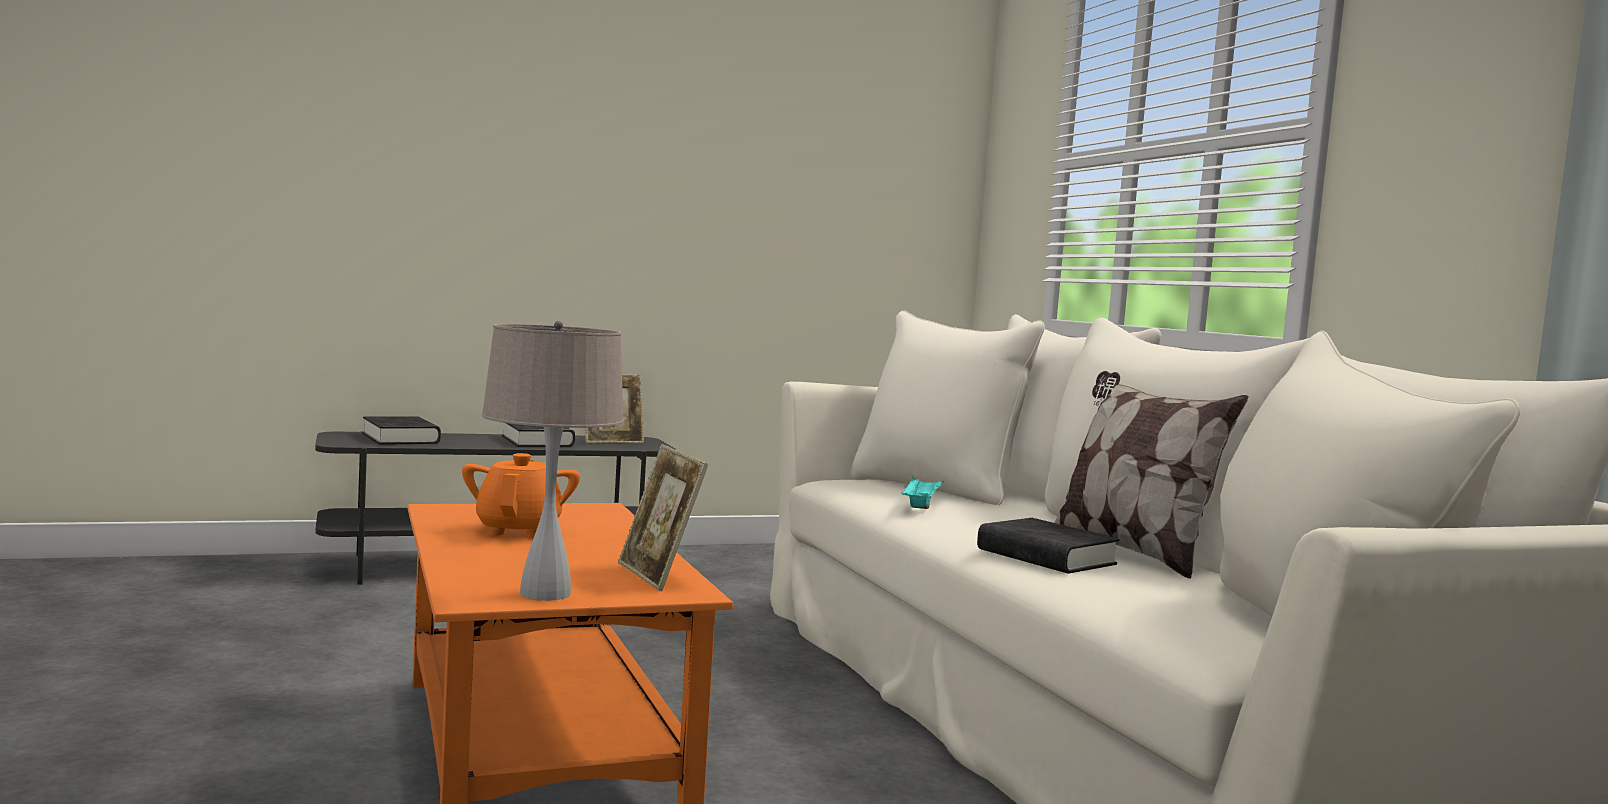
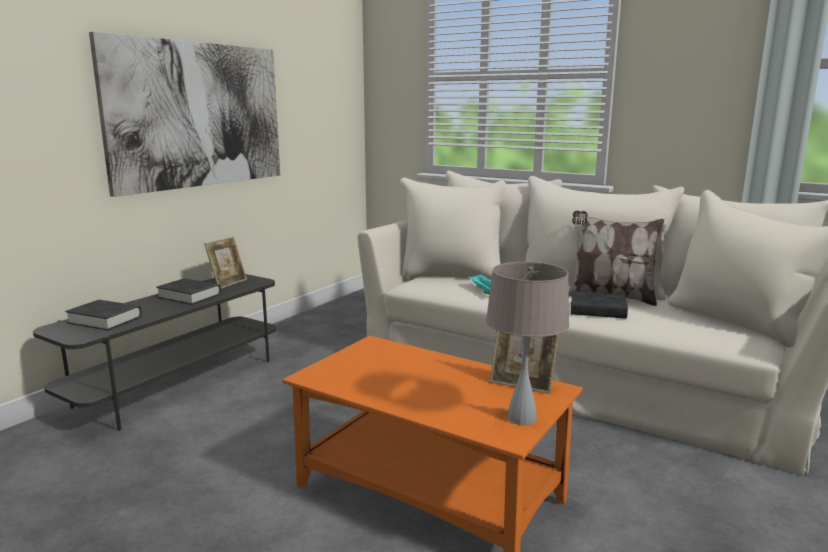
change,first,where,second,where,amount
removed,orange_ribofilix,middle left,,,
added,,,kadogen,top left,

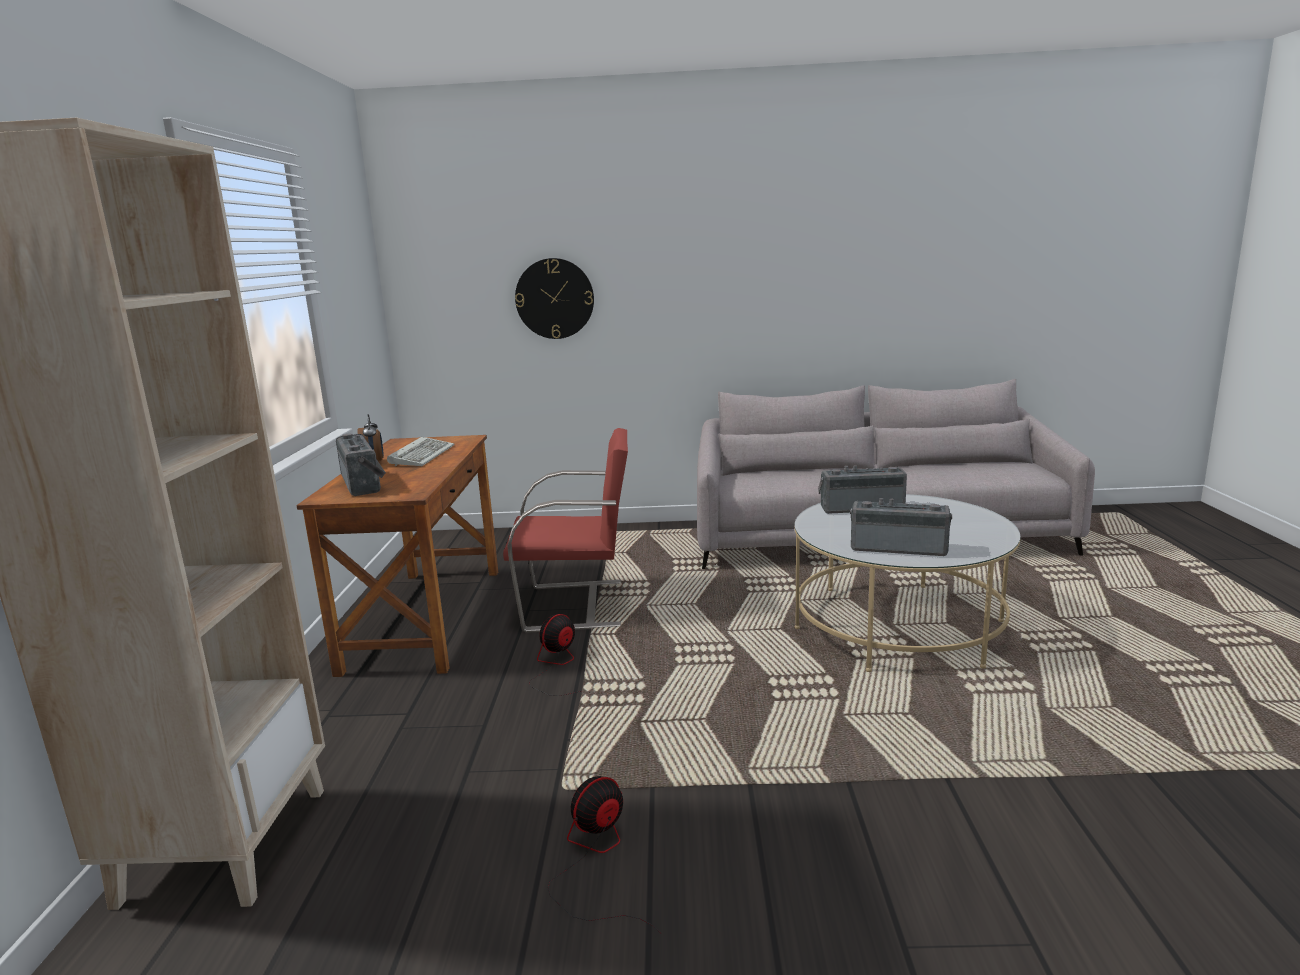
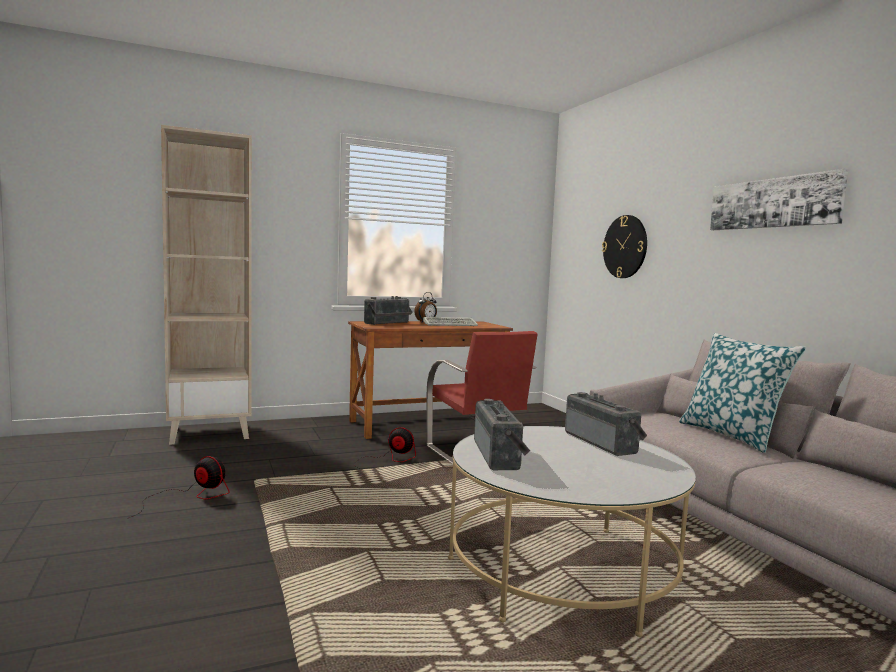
change,first,where,second,where,amount
added,,,kadogen,top right,
added,,,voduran,middle right,

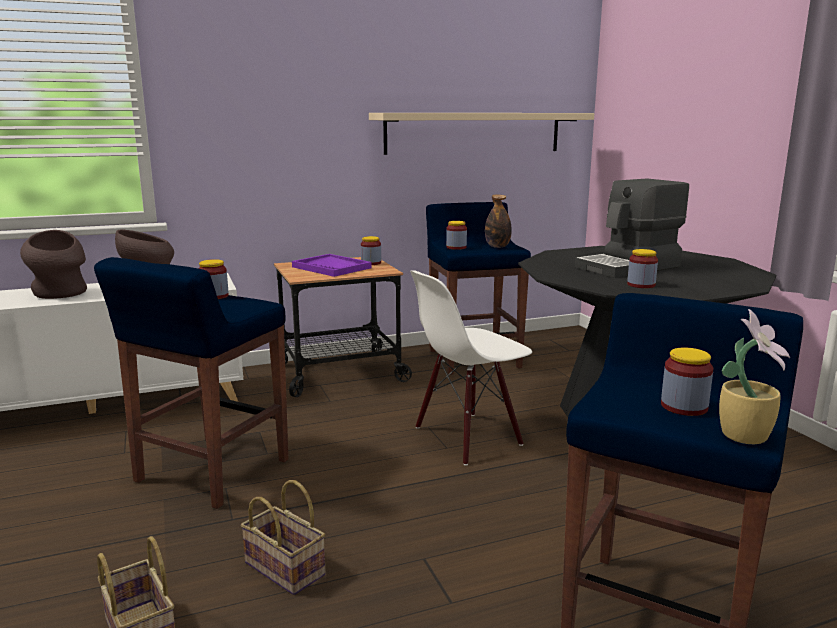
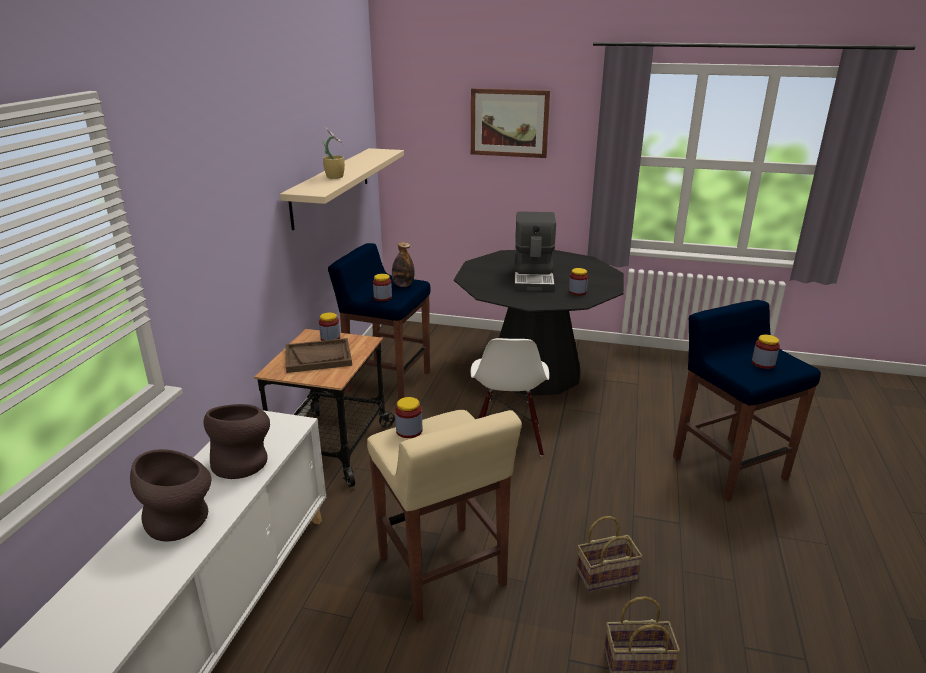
change,first,where,second,where,amount
recoloured,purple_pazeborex,centre,brown_pazeborex,centre,
recoloured,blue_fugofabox (1st from left),middle left,beige_fugofabox,bottom centre,
moved,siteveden,middle right,,top centre,
added,,,kadogen,top centre,

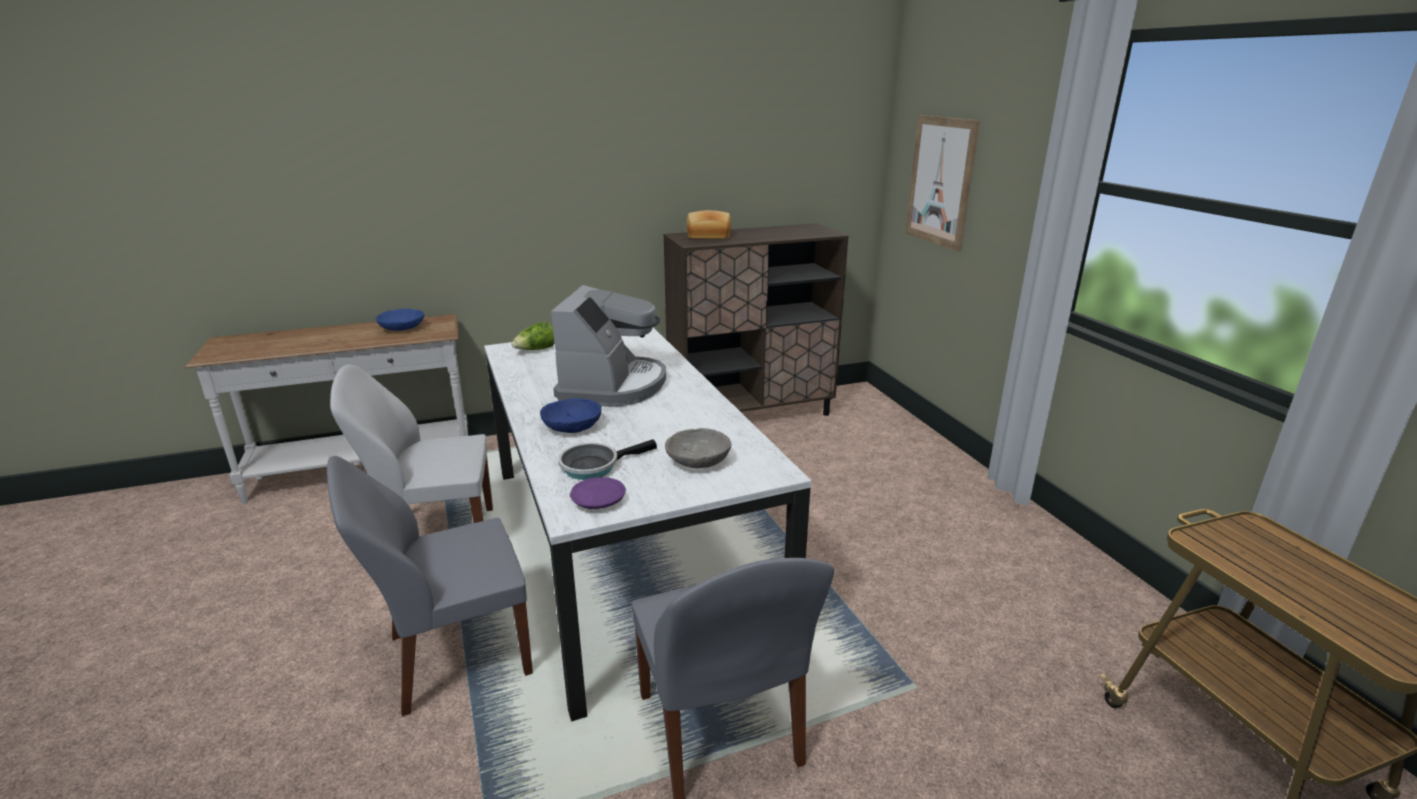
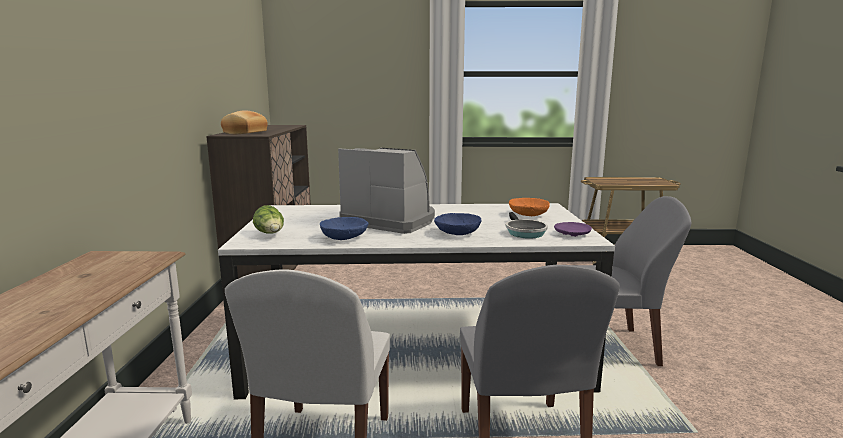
change,first,where,second,where,amount
removed,kadogen,top centre,,,
moved,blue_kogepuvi (1st from left),middle left,,centre,
recoloured,grey_kogepuvi,centre,orange_kogepuvi,centre,

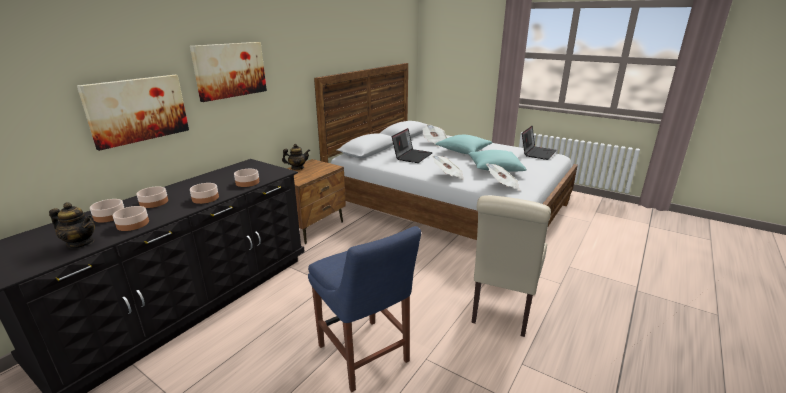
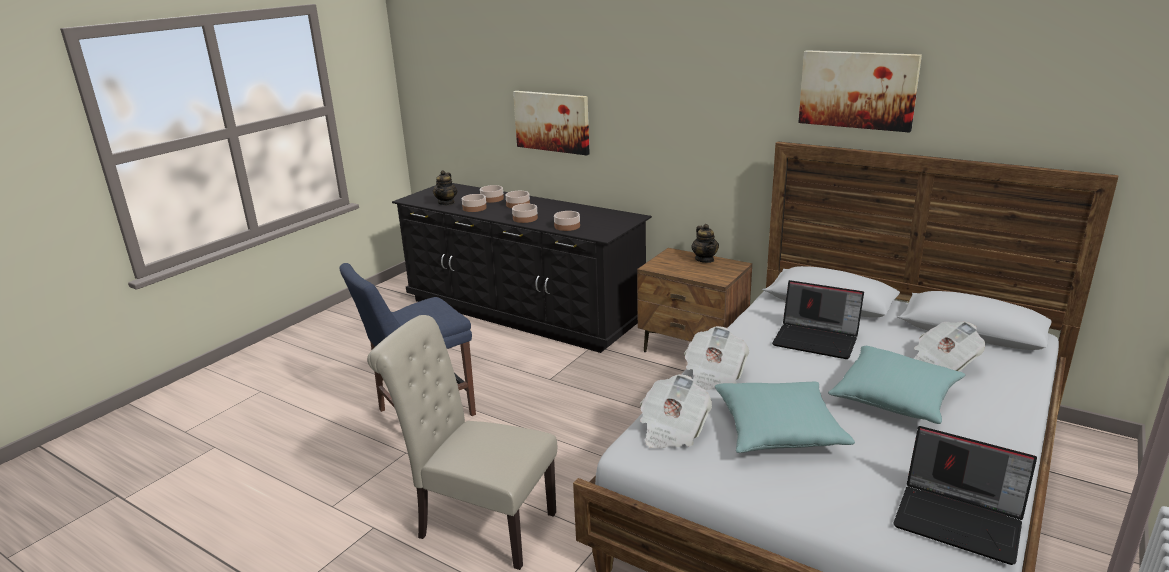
change,first,where,second,where,amount
moved,kadogen (2nd from left),top left,,top right,

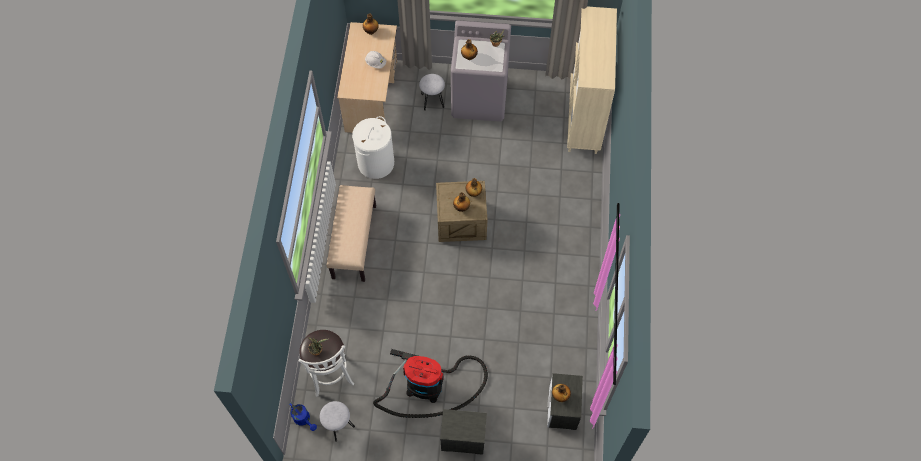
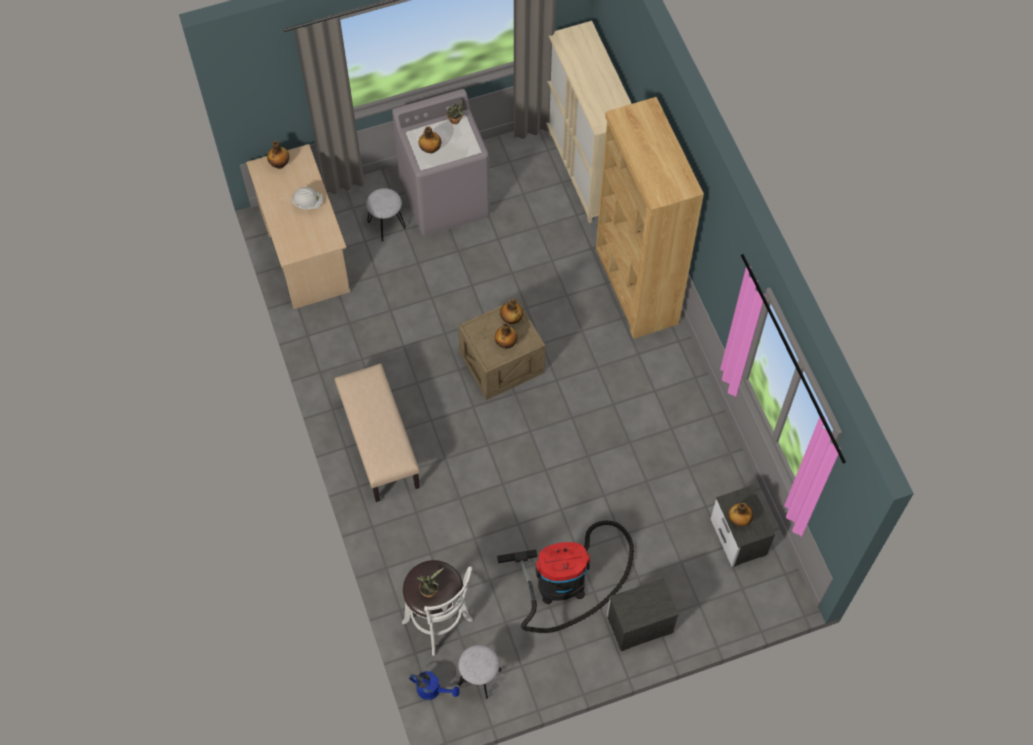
change,first,where,second,where,amount
removed,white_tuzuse,top centre,,,
added,,,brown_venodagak,top centre,

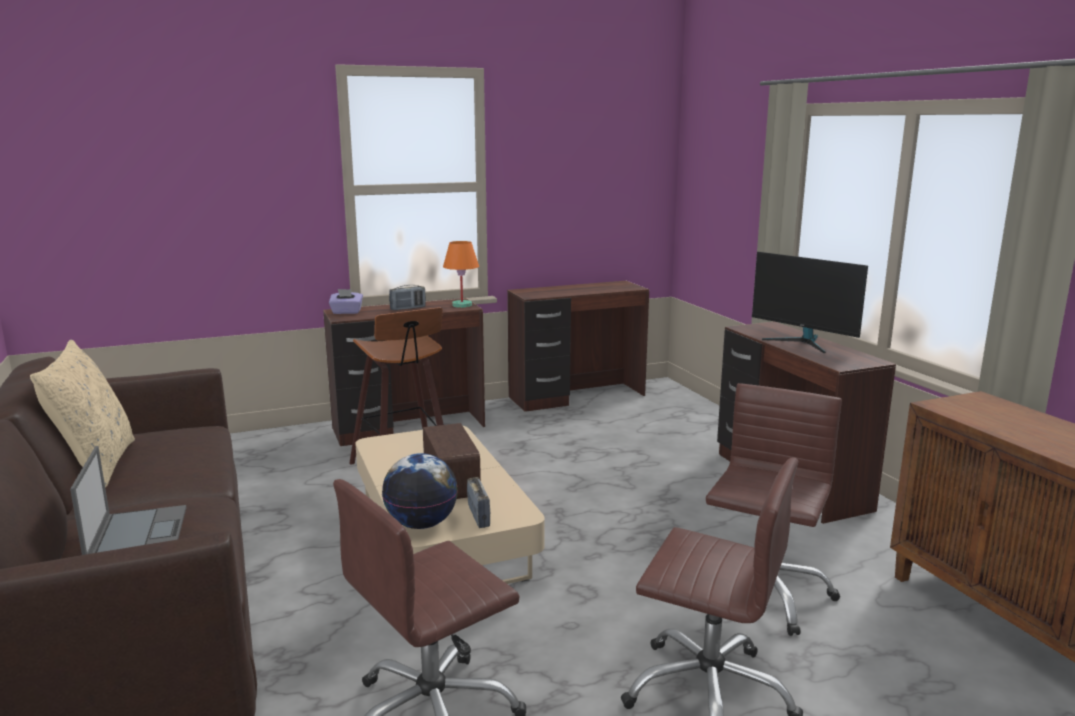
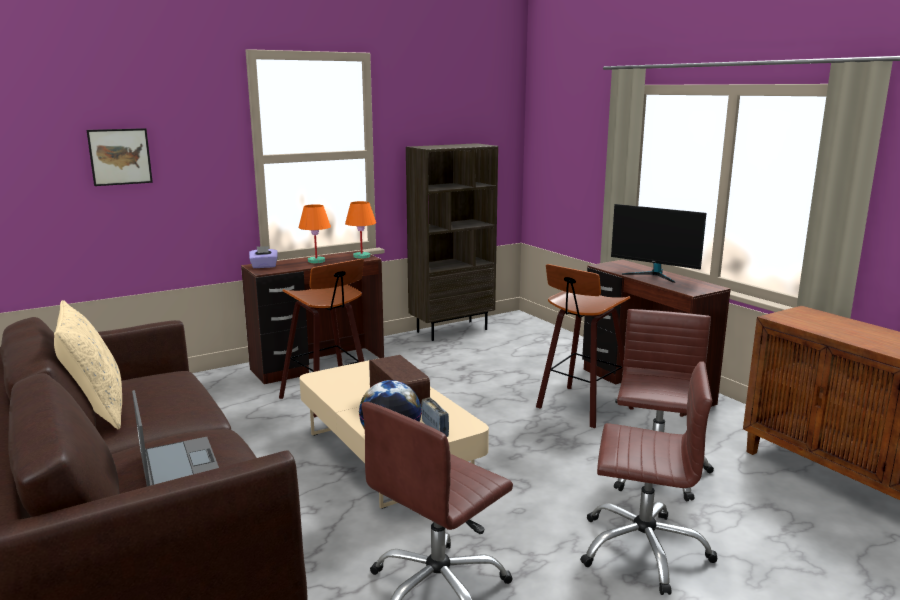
change,first,where,second,where,amount
replaced,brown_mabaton (2nd from left),centre,brown_venodagak,centre,
replaced,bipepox (1st from left),centre,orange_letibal (1st from left),centre,
added,,,kadogen,top left,
added,,,fugofabox (2nd from left),centre,

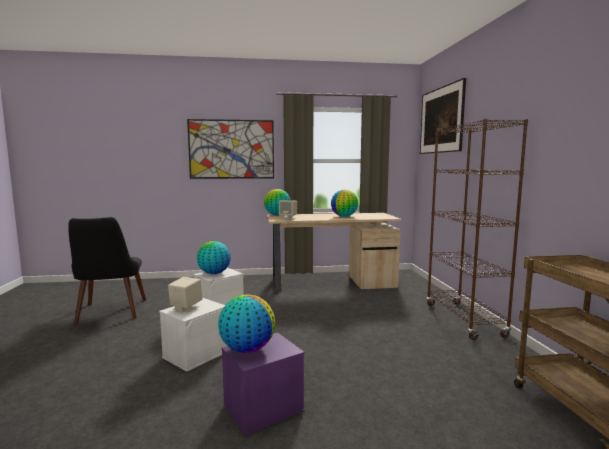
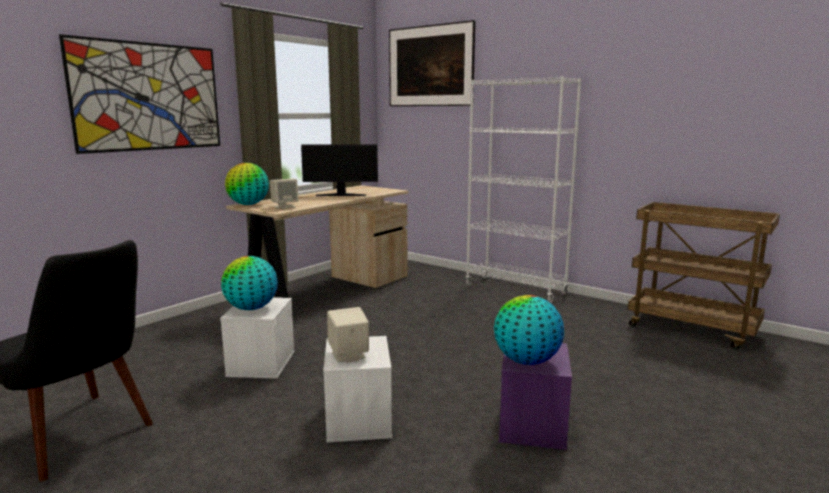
change,first,where,second,where,amount
recoloured,brown_venodagak,middle right,white_venodagak,centre,
replaced,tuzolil (4th from left),centre,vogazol,centre,

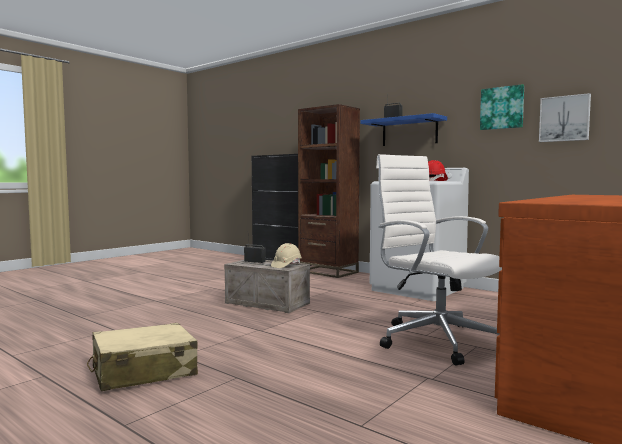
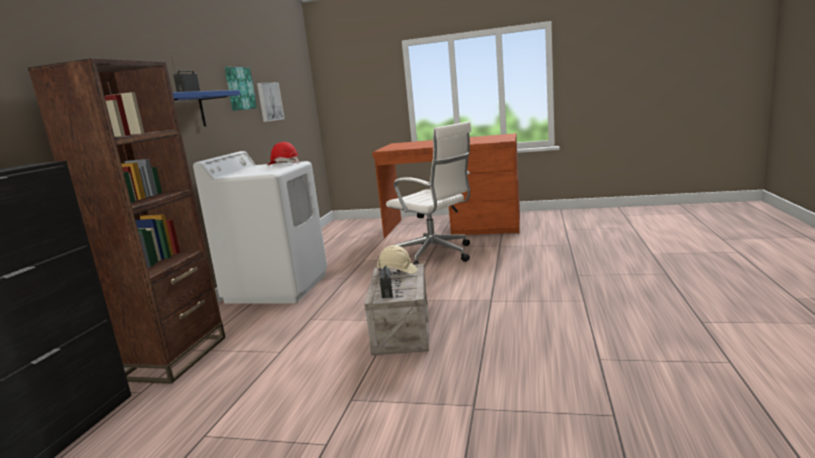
change,first,where,second,where,amount
turned,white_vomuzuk,middle right,,centre,75 degrees counterclockwise
removed,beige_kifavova,bottom left,,,

